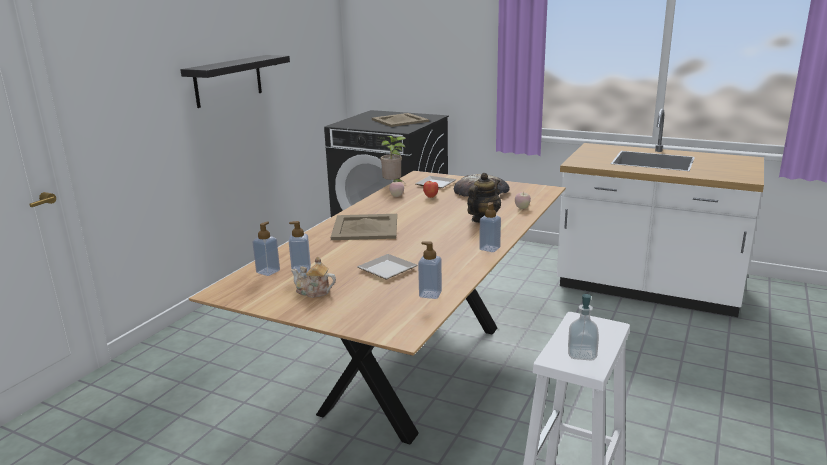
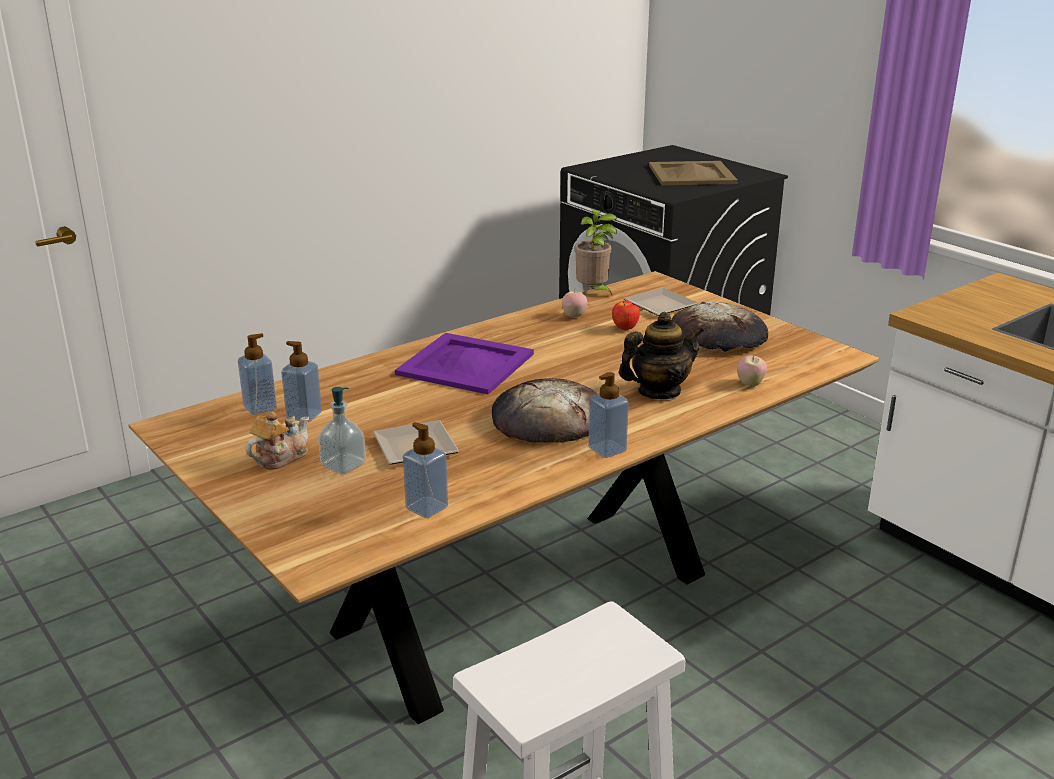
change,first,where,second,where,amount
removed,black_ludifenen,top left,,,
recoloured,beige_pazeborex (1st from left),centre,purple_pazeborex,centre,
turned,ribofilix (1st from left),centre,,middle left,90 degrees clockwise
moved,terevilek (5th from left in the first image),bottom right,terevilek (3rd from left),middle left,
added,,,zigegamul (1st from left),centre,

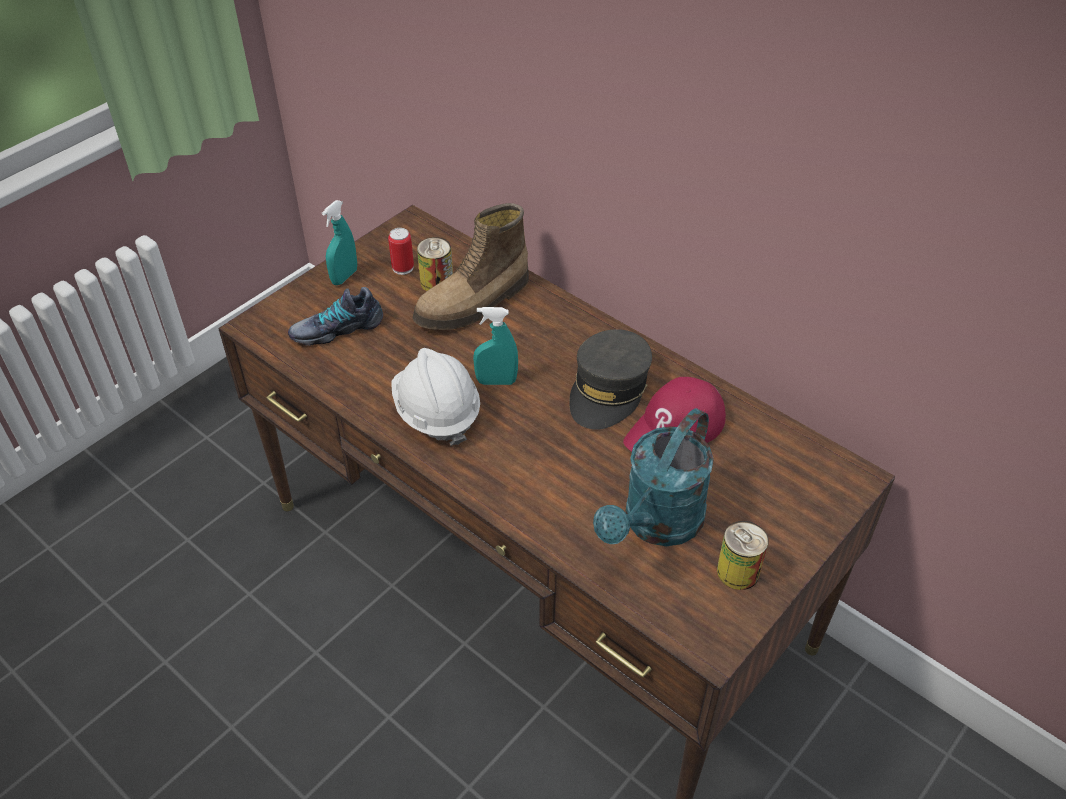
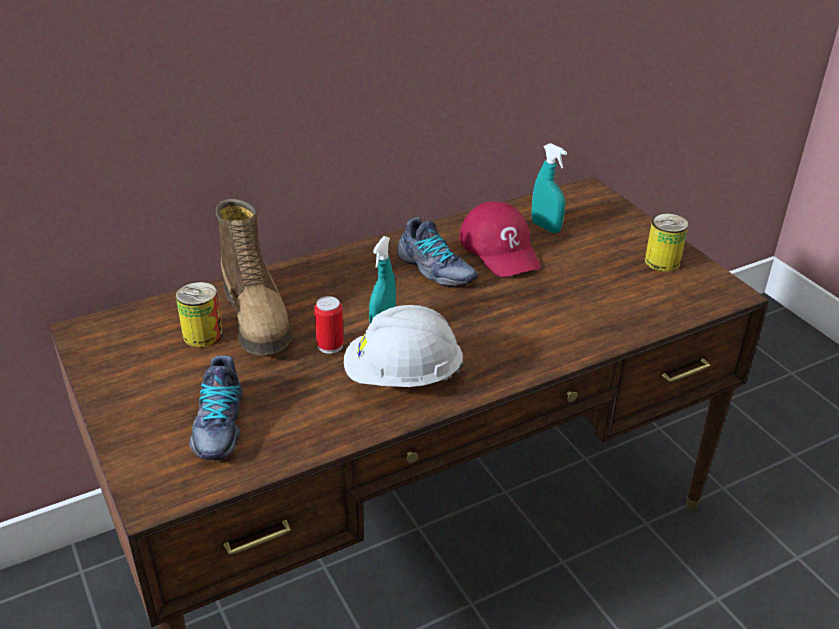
change,first,where,second,where,amount
moved,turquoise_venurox (1st from left in the first image),top left,turquoise_venurox (2nd from left),top centre,
moved,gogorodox (1st from left in the first image),top centre,gogorodox (2nd from left),centre,
replaced,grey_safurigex,centre,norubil (2nd from left),centre,
removed,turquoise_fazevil,centre,,,

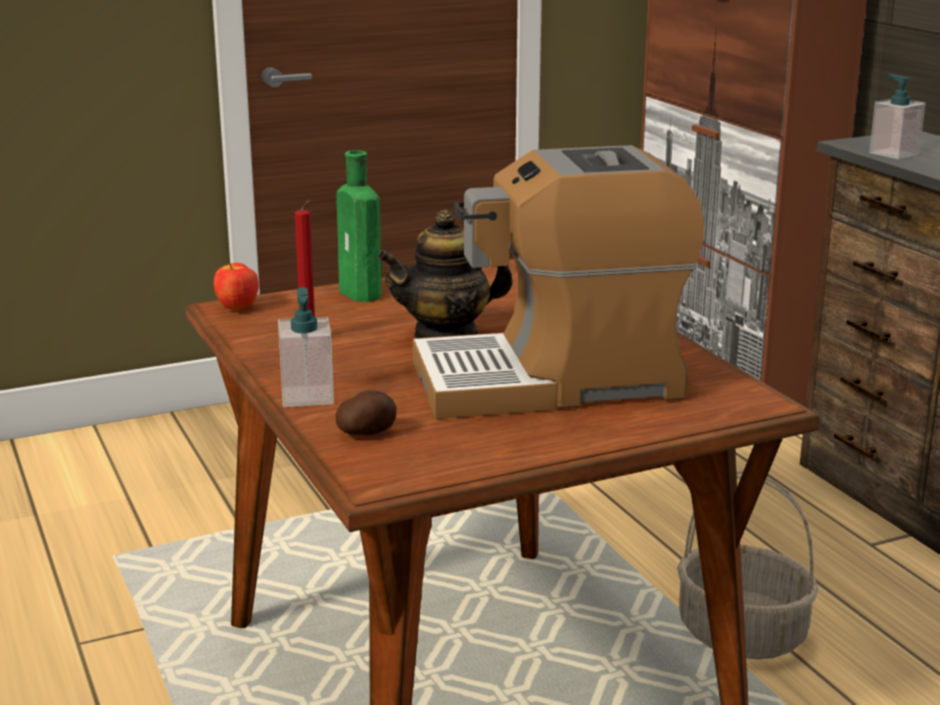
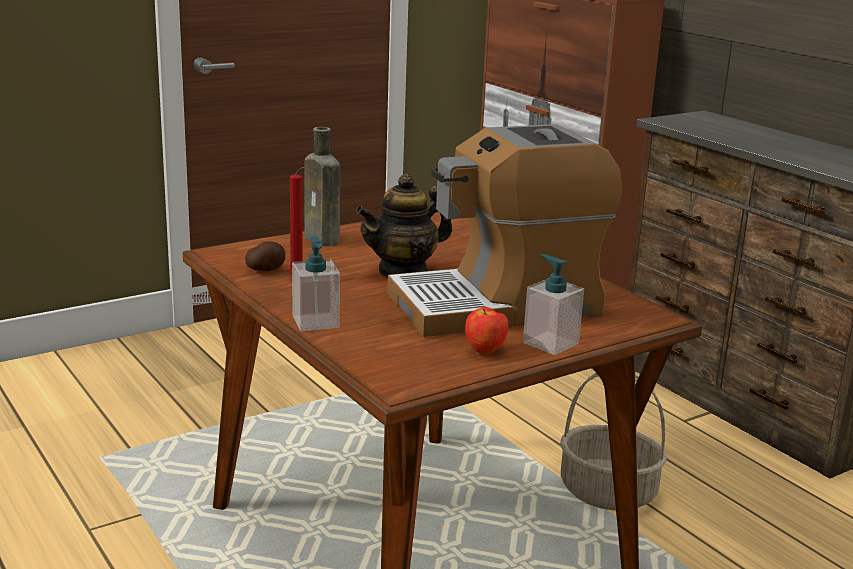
change,first,where,second,where,amount
moved,terevilek (2nd from left),top right,,centre,
recoloured,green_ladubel,top centre,brown_ladubel,top centre,
moved,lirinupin,middle left,,centre,
moved,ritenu,centre,,middle left,

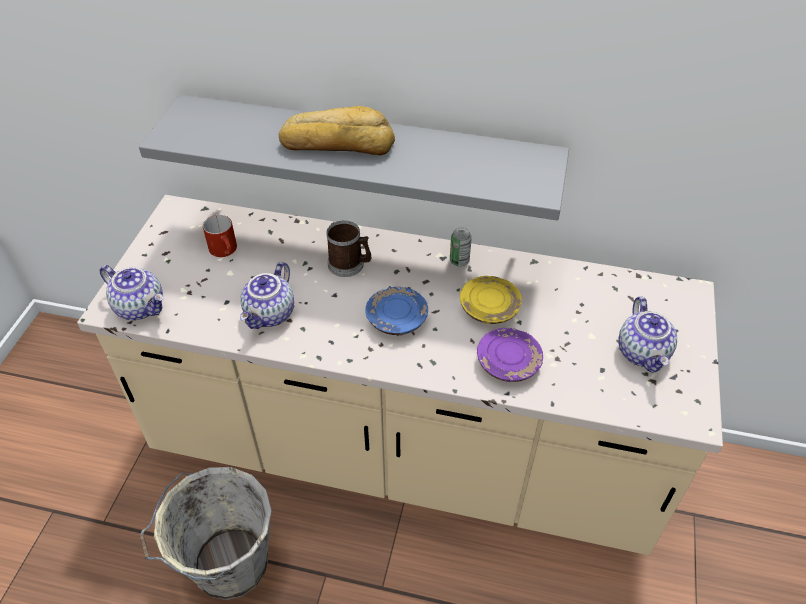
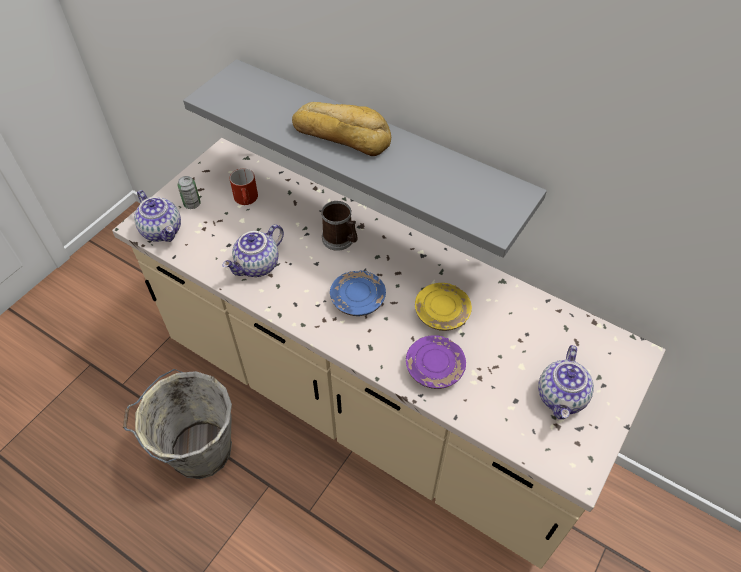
change,first,where,second,where,amount
moved,gogorodox,centre,,middle left,

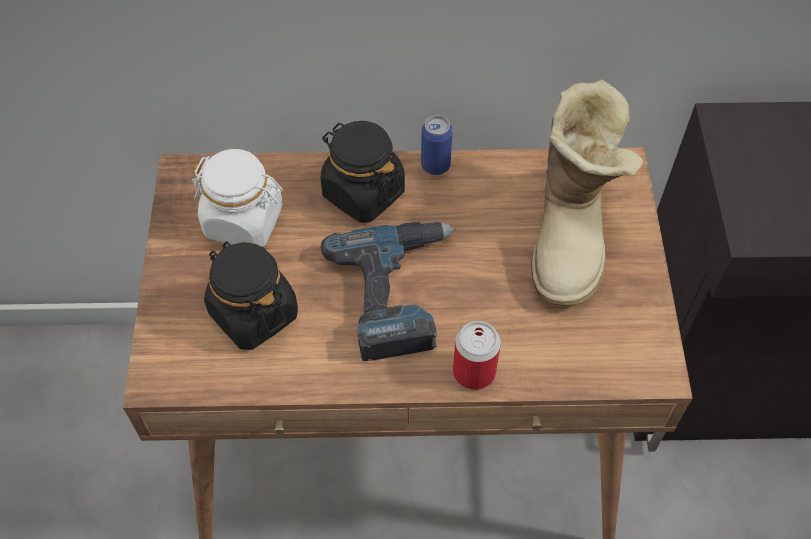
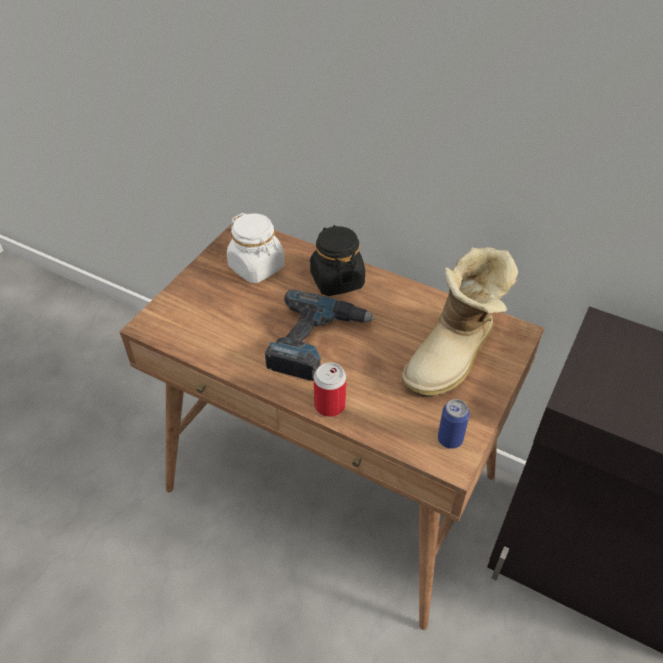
change,first,where,second,where,amount
moved,gogorodox (1st from left in the first image),top centre,gogorodox (2nd from left),middle right,
removed,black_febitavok (1st from left),middle left,,,

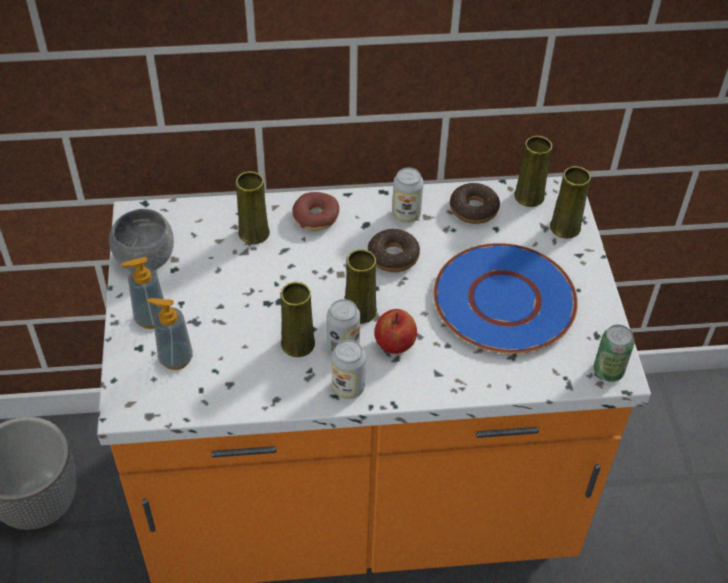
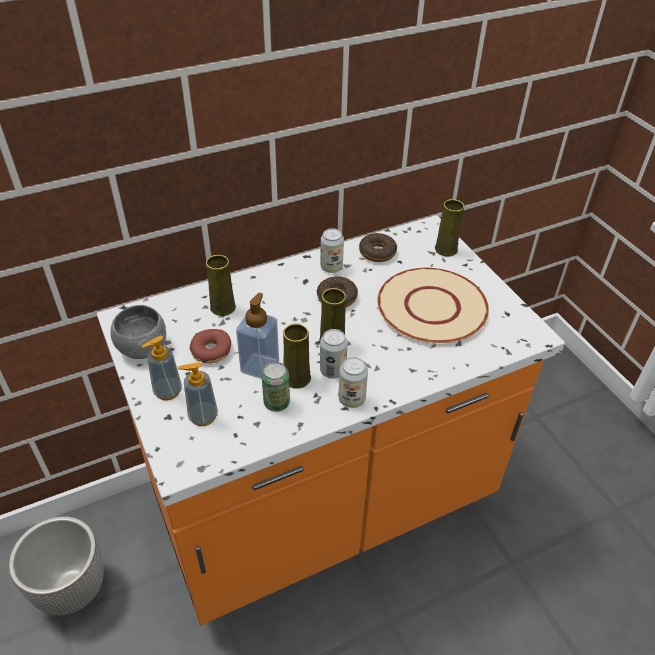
change,first,where,second,where,amount
removed,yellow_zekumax (4th from left),top right,,,
moved,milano (1st from left),centre,,middle left,
recoloured,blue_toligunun,middle right,beige_toligunun,centre,
removed,lirinupin,centre,,,
moved,gogorodox (4th from left in the first image),middle right,gogorodox (1st from left),centre,
added,,,terevilek (3rd from left),centre,

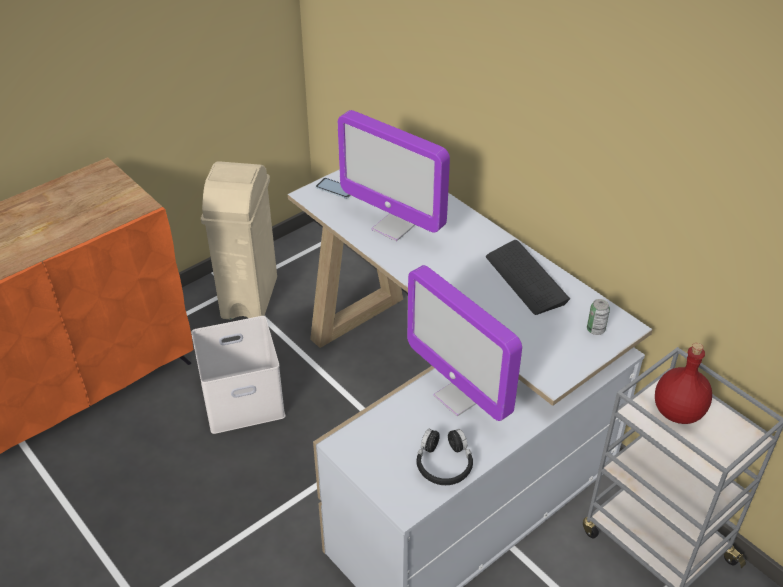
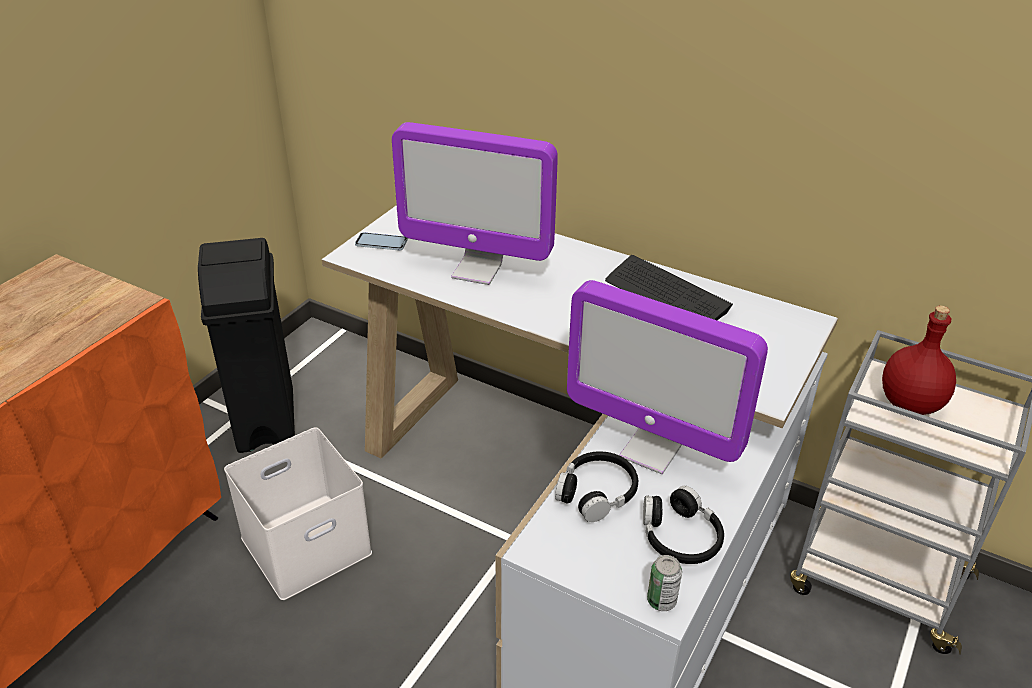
change,first,where,second,where,amount
recoloured,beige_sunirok,middle left,black_sunirok,middle left,
moved,gogorodox,middle right,,bottom centre,
added,,,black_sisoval (1st from left),bottom centre,

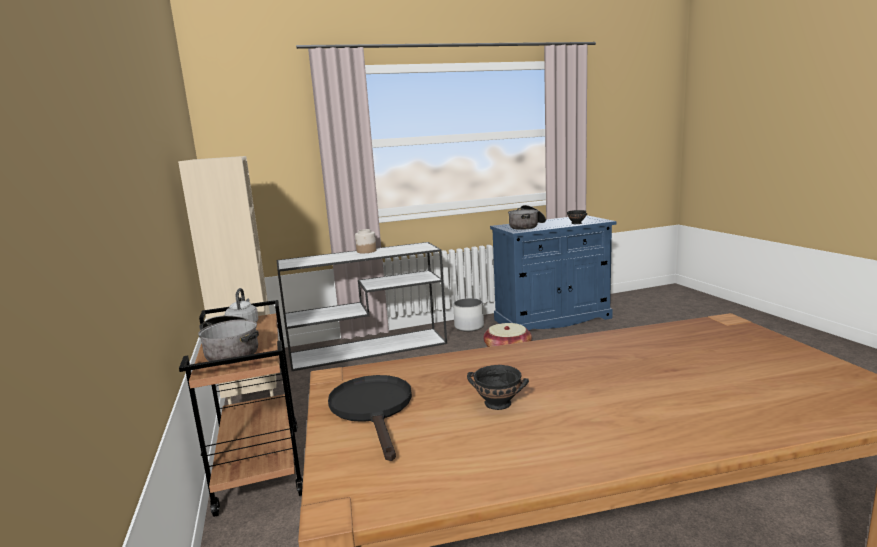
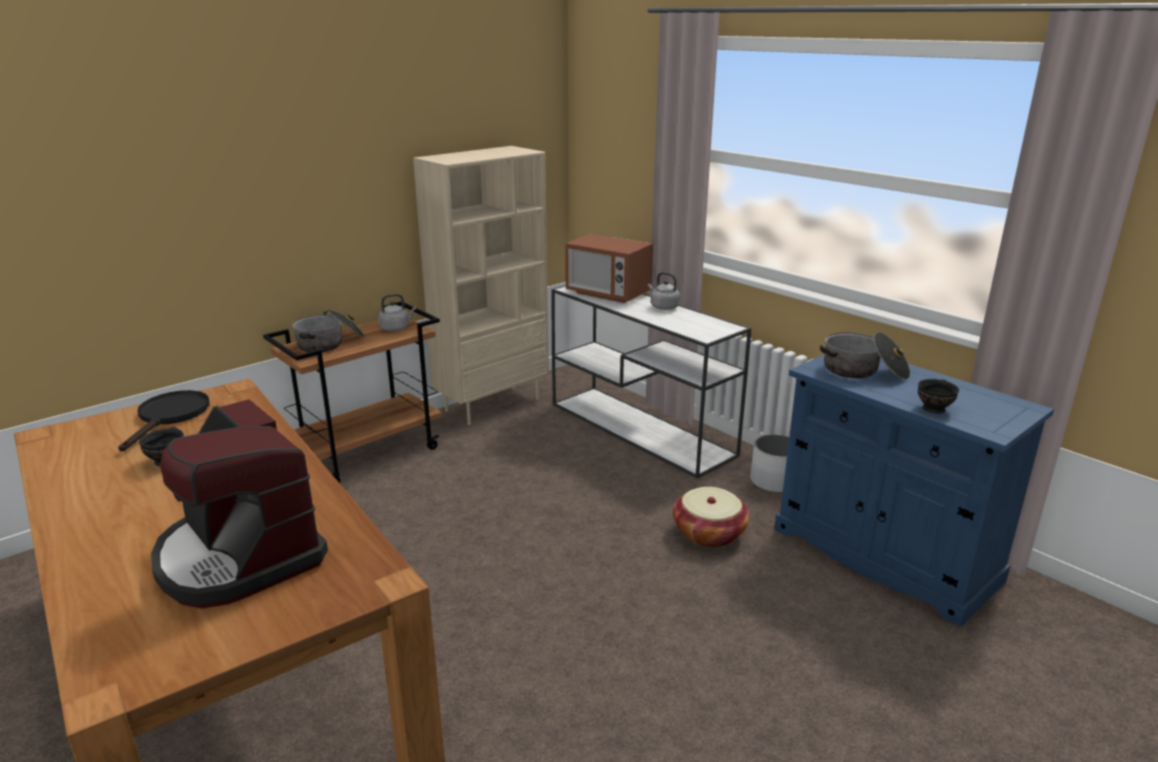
change,first,where,second,where,amount
replaced,febitavok,centre,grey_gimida (2nd from left),centre,
turned,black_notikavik,bottom centre,,middle left,45 degrees counterclockwise
added,,,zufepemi,centre,
added,,,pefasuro,middle left,

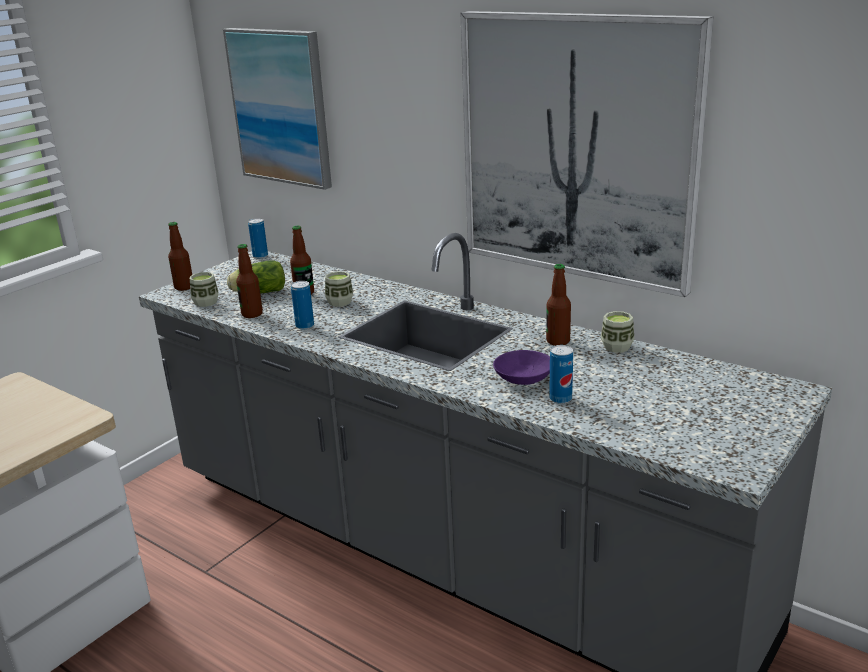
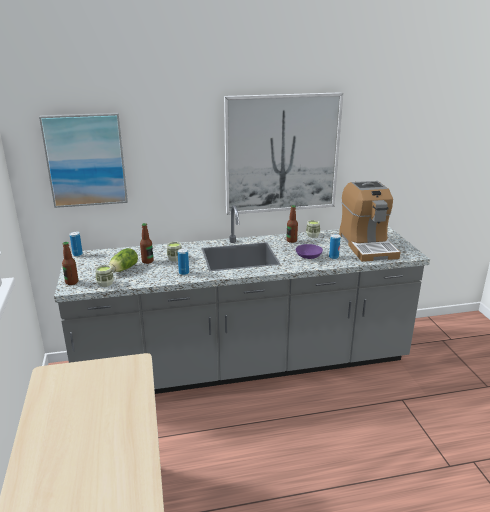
change,first,where,second,where,amount
removed,ladubel (2nd from left),middle left,,,
added,,,pefasuro,middle right,

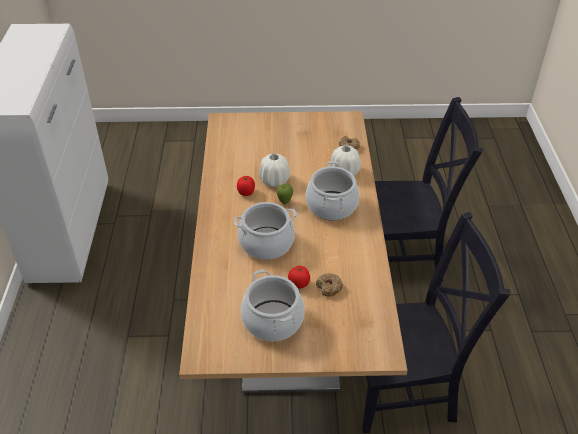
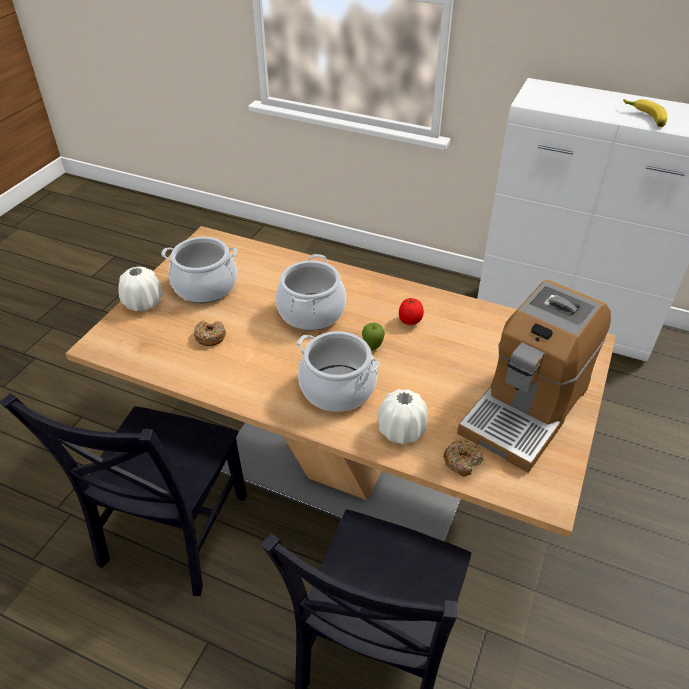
change,first,where,second,where,amount
moved,white_zekumax (1st from left),centre,,middle left,
removed,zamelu (2nd from left),centre,,,
added,,,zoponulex,top right,
added,,,pefasuro,middle right,

